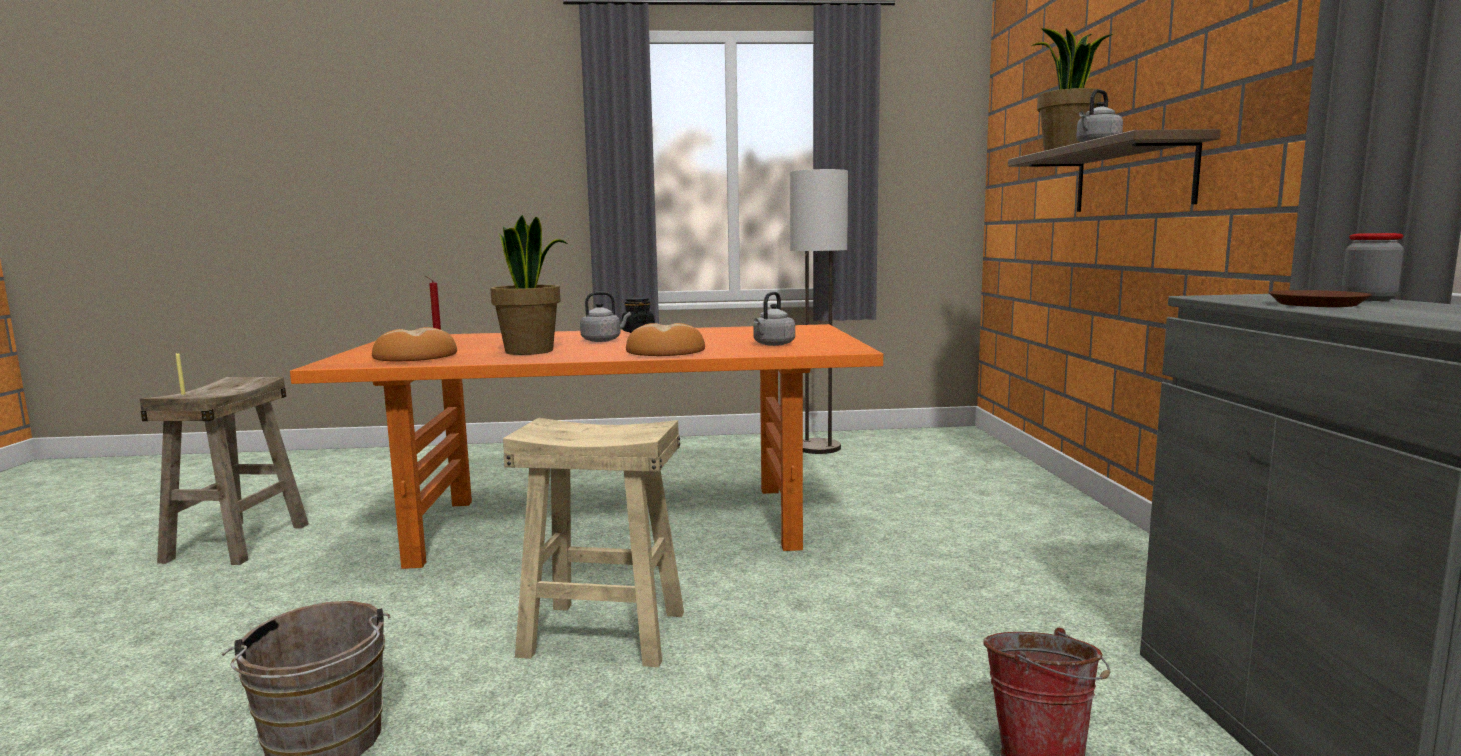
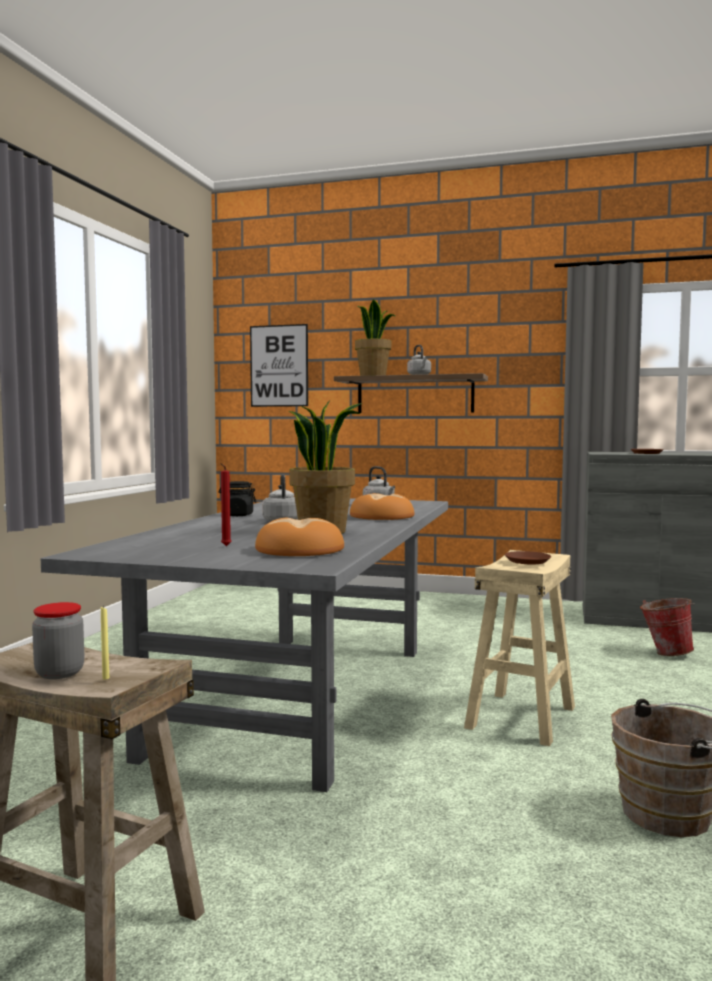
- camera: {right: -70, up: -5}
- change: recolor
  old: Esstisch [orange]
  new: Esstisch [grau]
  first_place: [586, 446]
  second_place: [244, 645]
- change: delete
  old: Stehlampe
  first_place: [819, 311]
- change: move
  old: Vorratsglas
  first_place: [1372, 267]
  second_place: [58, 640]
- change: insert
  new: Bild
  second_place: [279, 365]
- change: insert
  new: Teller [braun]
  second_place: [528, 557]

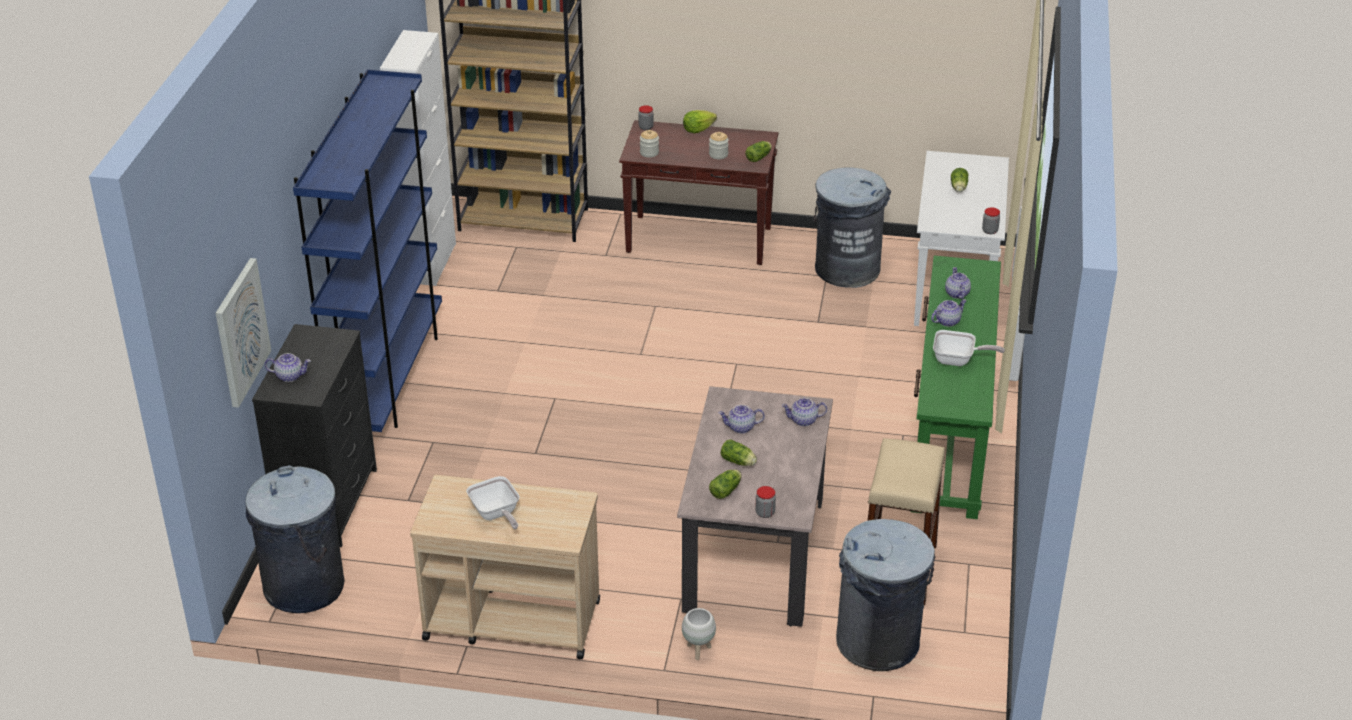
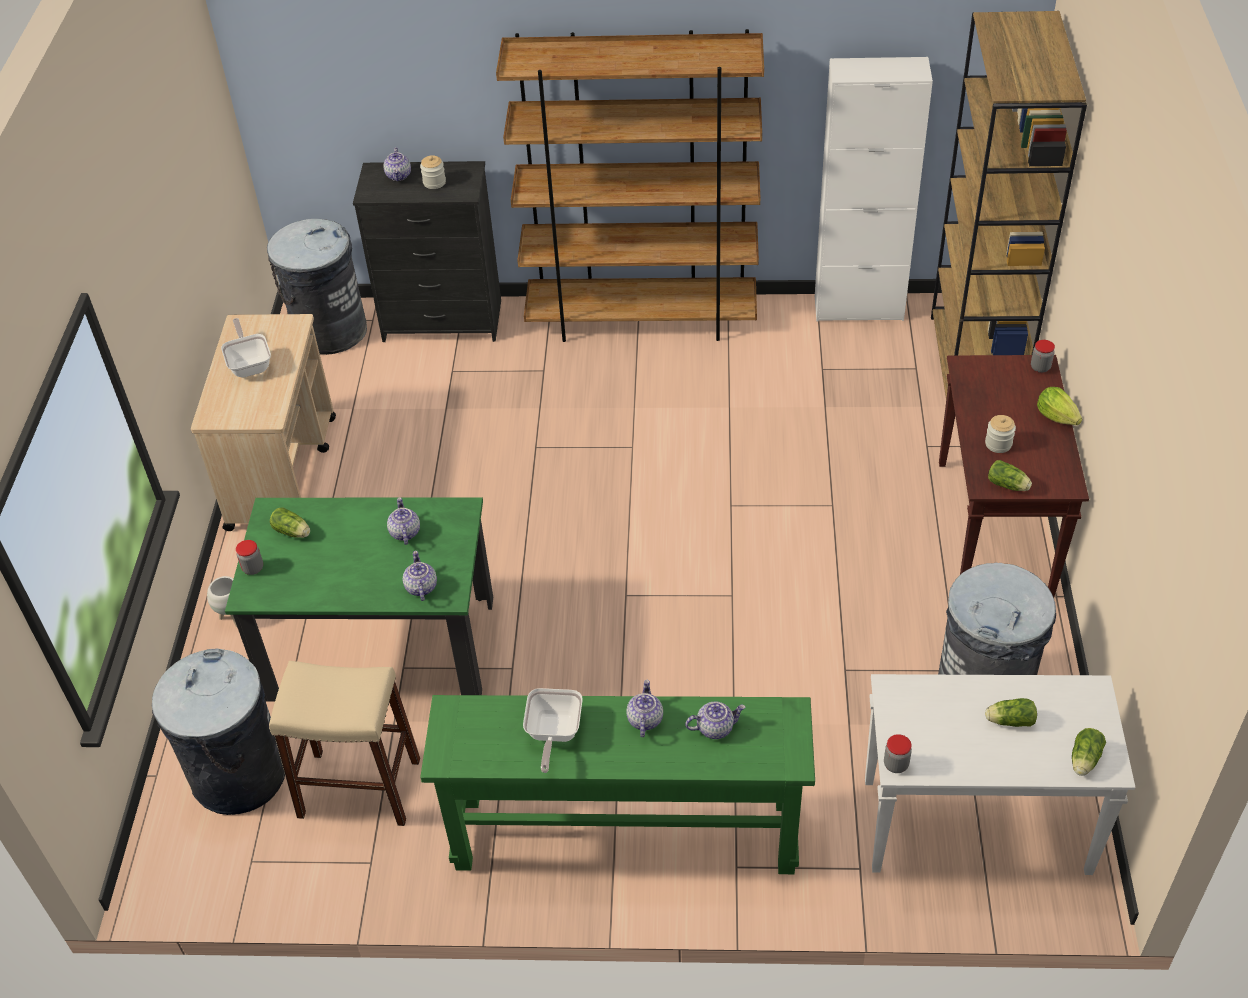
- camera: {right: 85, up: 10}
- change: delete
  old: Bild
  first_place: [243, 333]
- change: recolor
  old: Bücherregal [blau]
  new: Bücherregal [braun]
  first_place: [367, 250]
  second_place: [630, 185]
- change: rotate
  old: Pfanne
  first_place: [493, 502]
  second_place: [246, 347]
  degrees: 105
- change: move
  old: Vorratsglas
  first_place: [649, 144]
  second_place: [433, 172]
- change: recolor
  old: Esstisch [beige]
  new: Esstisch [grün]
  first_place: [755, 506]
  second_place: [359, 599]
- change: move
  old: Salatkopf
  first_place: [739, 452]
  second_place: [1089, 752]
- change: rotate
  old: Teekanne
  first_place: [949, 313]
  second_place: [644, 708]
  degrees: -135

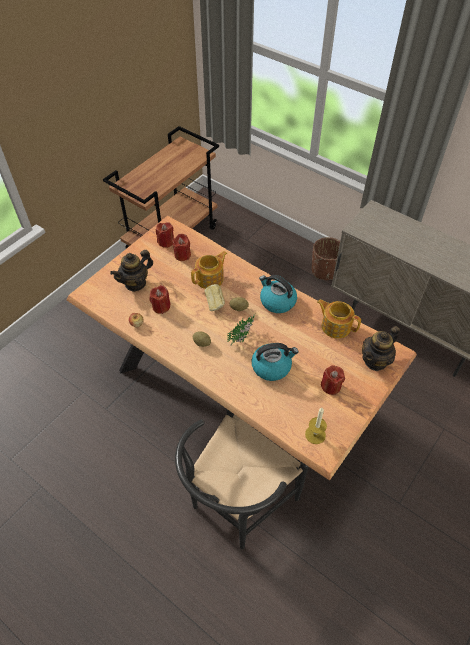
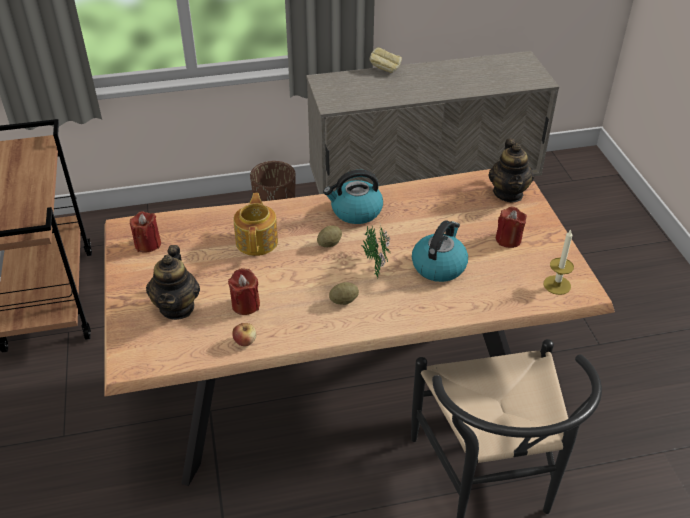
- camera: {right: -50, up: -10}
- change: delete
  old: Kerze [rot]
  first_place: [181, 247]
- change: move
  old: Brot
  first_place: [214, 297]
  second_place: [386, 60]
- change: delete
  old: Teekanne
  first_place: [339, 318]

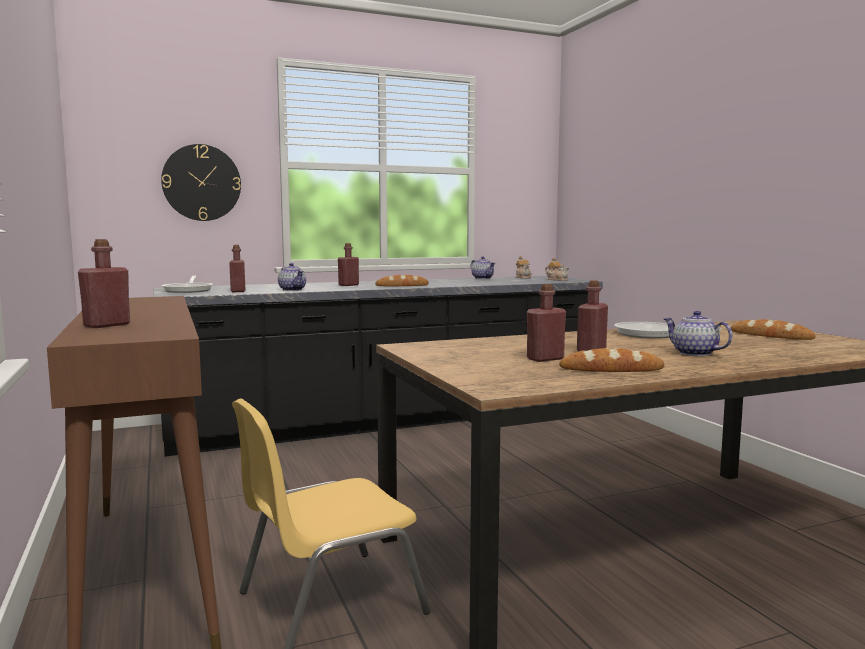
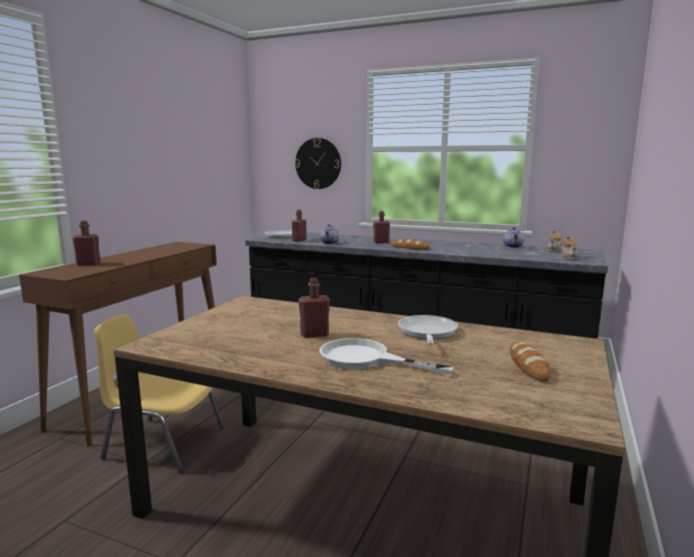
- camera: {right: 45, up: 5}
- change: delete
  old: Flasche [rot]
  first_place: [546, 323]
- change: delete
  old: Brot
  first_place: [611, 360]
- change: replace
  old: Teekanne
  new: Pfanne [weiß]
  first_place: [698, 333]
  second_place: [386, 356]

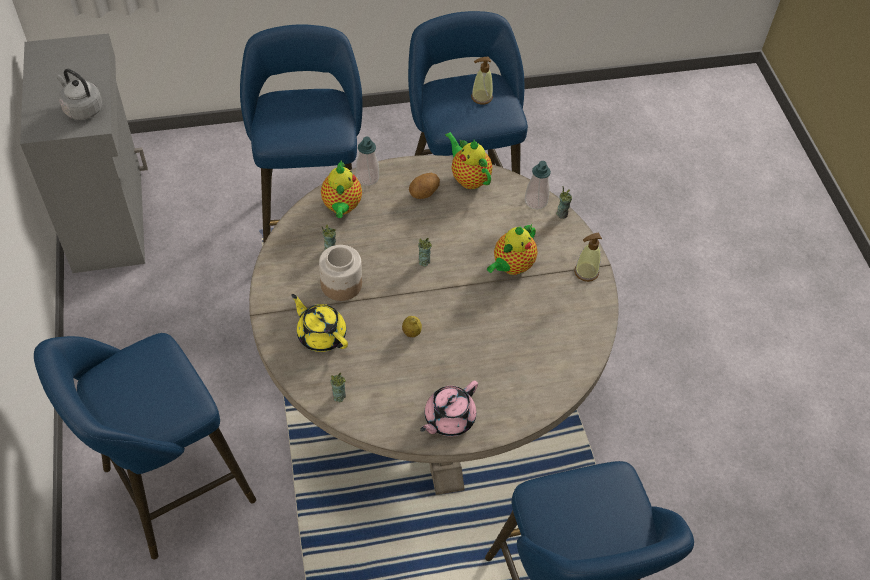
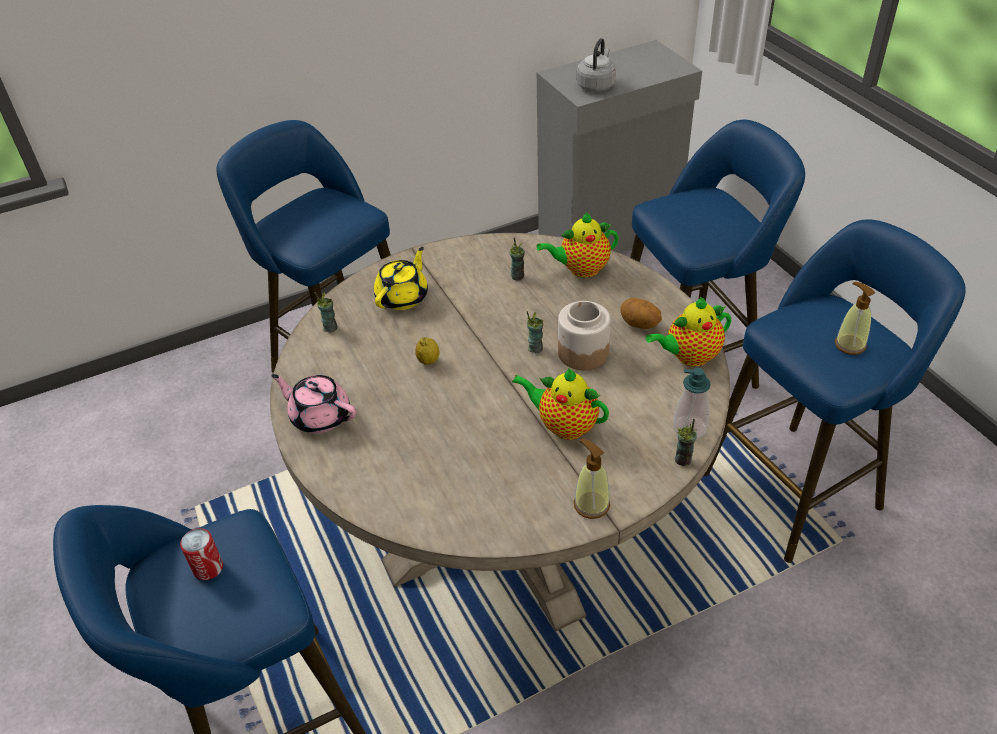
- camera: {right: 80, up: -10}
- change: move
  old: Vorratsglas
  first_place: [340, 273]
  second_place: [584, 335]
- change: delete
  old: Seifenspender
  first_place: [367, 161]
- change: rotate
  old: Teekanne
  first_place: [468, 160]
  second_place: [688, 332]
  degrees: -150
- change: insert
  new: Dose
  second_place: [201, 554]

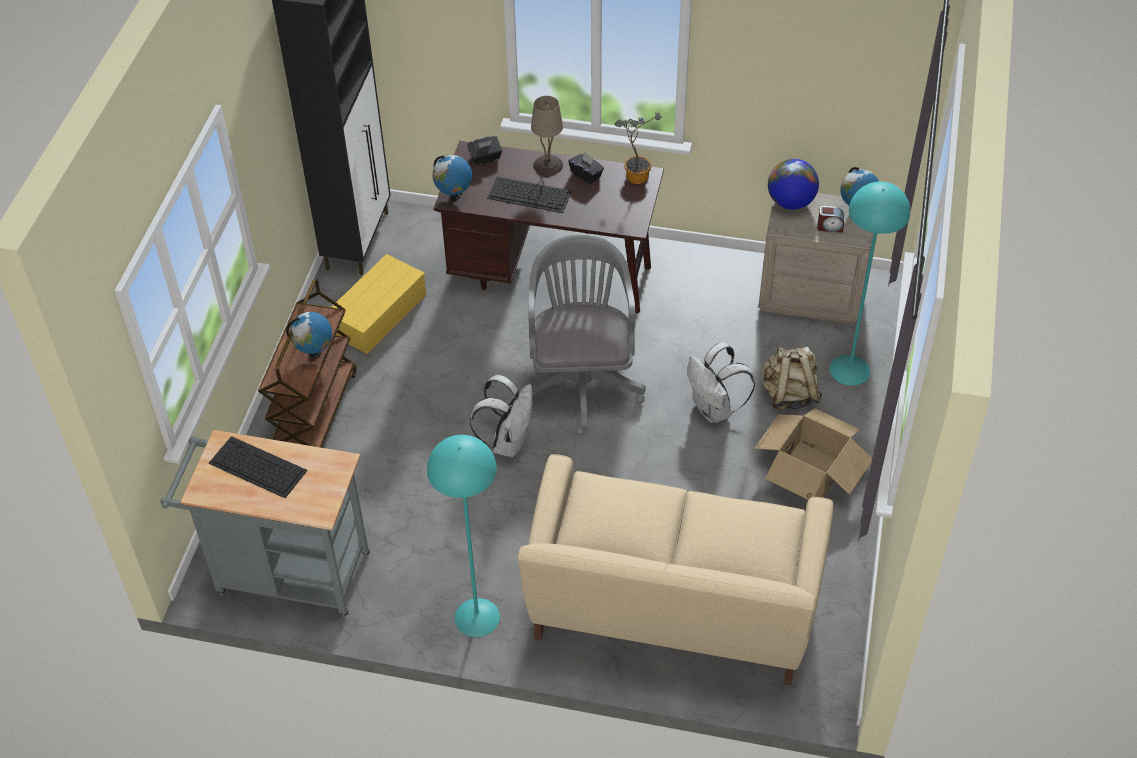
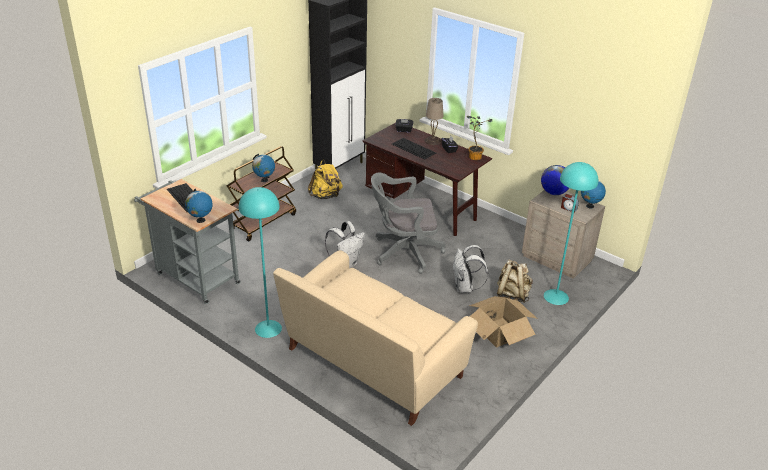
- camera: {right: 25, up: -15}
- change: replace
  old: Aufbewahrungsbox [gelb]
  new: Rucksack [gelb]
  first_place: [378, 304]
  second_place: [325, 179]
- change: move
  old: Globus
  first_place: [452, 178]
  second_place: [199, 206]
- change: rotate
  old: Bürostuhl [grau]
  first_place: [583, 334]
  second_place: [408, 223]
  degrees: -120

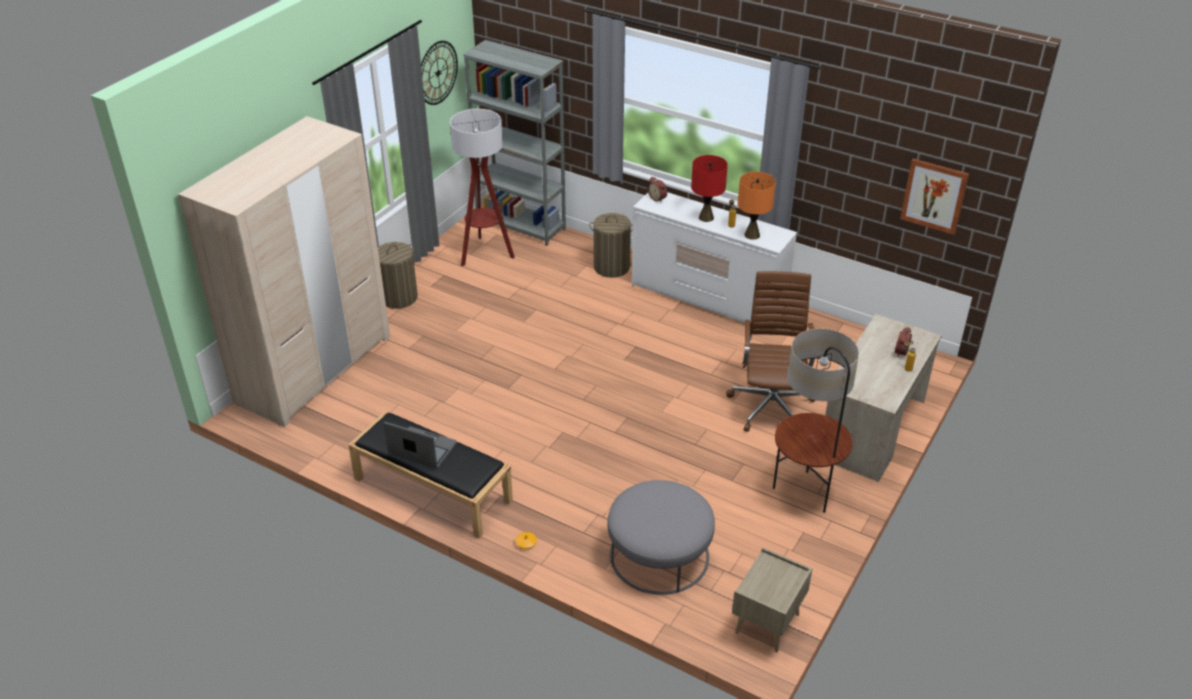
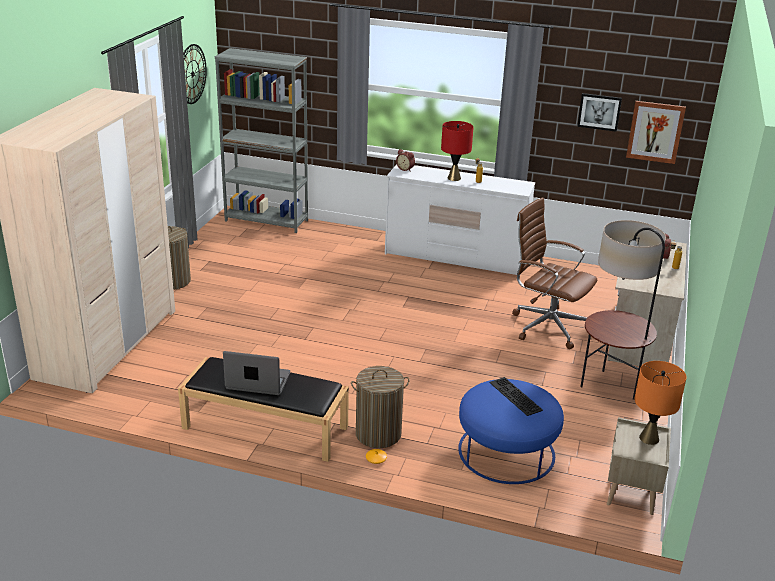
- camera: {right: -15, up: -10}
- change: delete
  old: Stehlampe
  first_place: [482, 187]
- change: move
  old: Wäschekorb
  first_place: [611, 245]
  second_place: [380, 407]
- change: recolor
  old: Polsterhocker [grau]
  new: Polsterhocker [blau]
  first_place: [661, 537]
  second_place: [511, 431]
- change: rotate
  old: Bürostuhl [braun]
  first_place: [770, 351]
  second_place: [554, 273]
  degrees: -45
- change: move
  old: Tischlampe [orange]
  first_place: [757, 206]
  second_place: [660, 403]
- change: insert
  new: Tastatur
  second_place: [516, 396]
- change: insert
  new: Bild
  second_place: [599, 112]

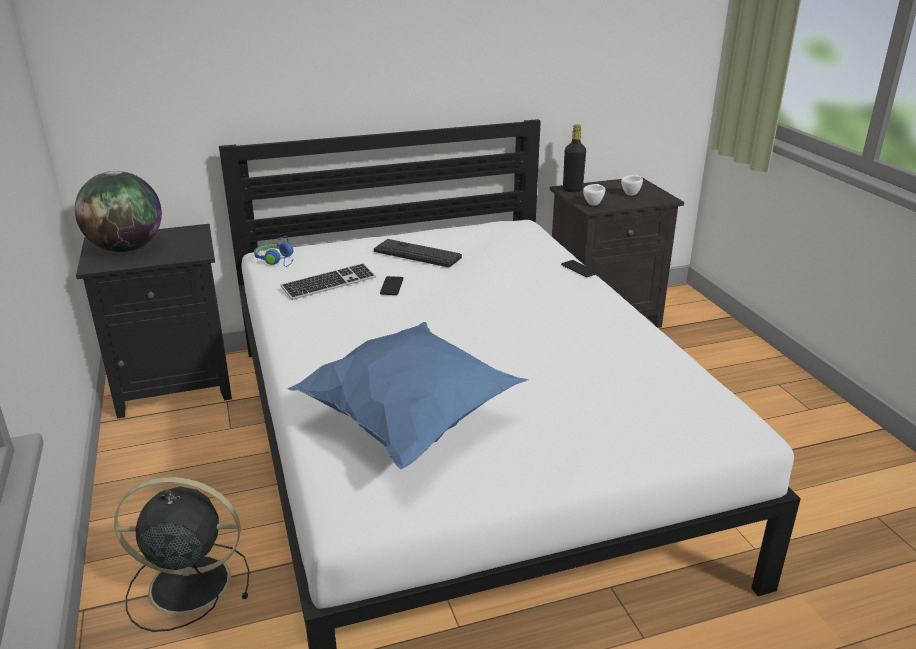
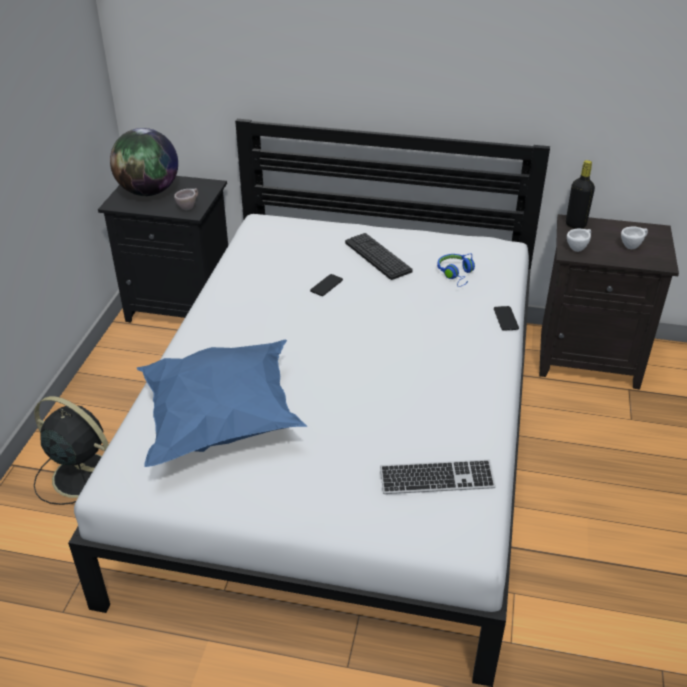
- camera: {right: 30, up: 10}
- change: move
  old: Kopfhörer [blau]
  first_place: [273, 251]
  second_place: [456, 270]
- change: move
  old: Tastatur
  first_place: [328, 281]
  second_place: [438, 476]
- change: insert
  new: Tasse [beige]
  second_place: [186, 199]

